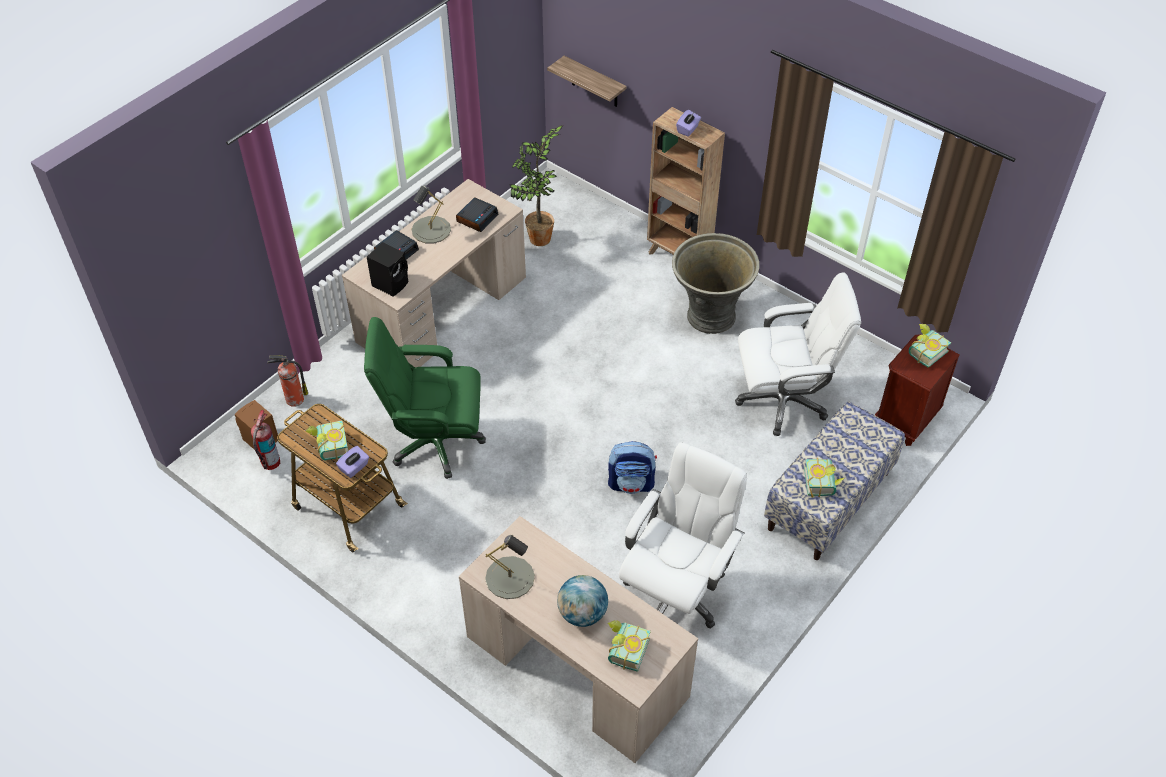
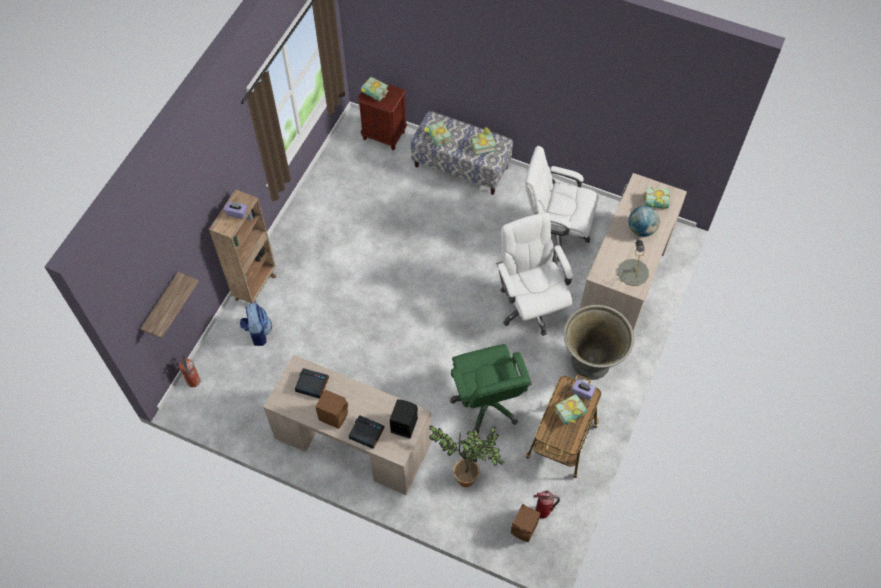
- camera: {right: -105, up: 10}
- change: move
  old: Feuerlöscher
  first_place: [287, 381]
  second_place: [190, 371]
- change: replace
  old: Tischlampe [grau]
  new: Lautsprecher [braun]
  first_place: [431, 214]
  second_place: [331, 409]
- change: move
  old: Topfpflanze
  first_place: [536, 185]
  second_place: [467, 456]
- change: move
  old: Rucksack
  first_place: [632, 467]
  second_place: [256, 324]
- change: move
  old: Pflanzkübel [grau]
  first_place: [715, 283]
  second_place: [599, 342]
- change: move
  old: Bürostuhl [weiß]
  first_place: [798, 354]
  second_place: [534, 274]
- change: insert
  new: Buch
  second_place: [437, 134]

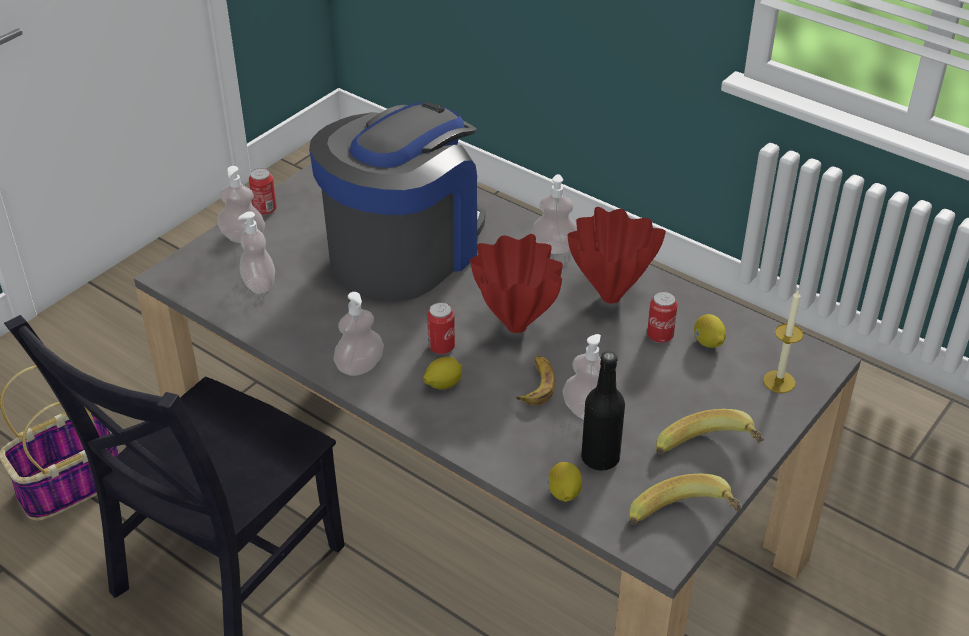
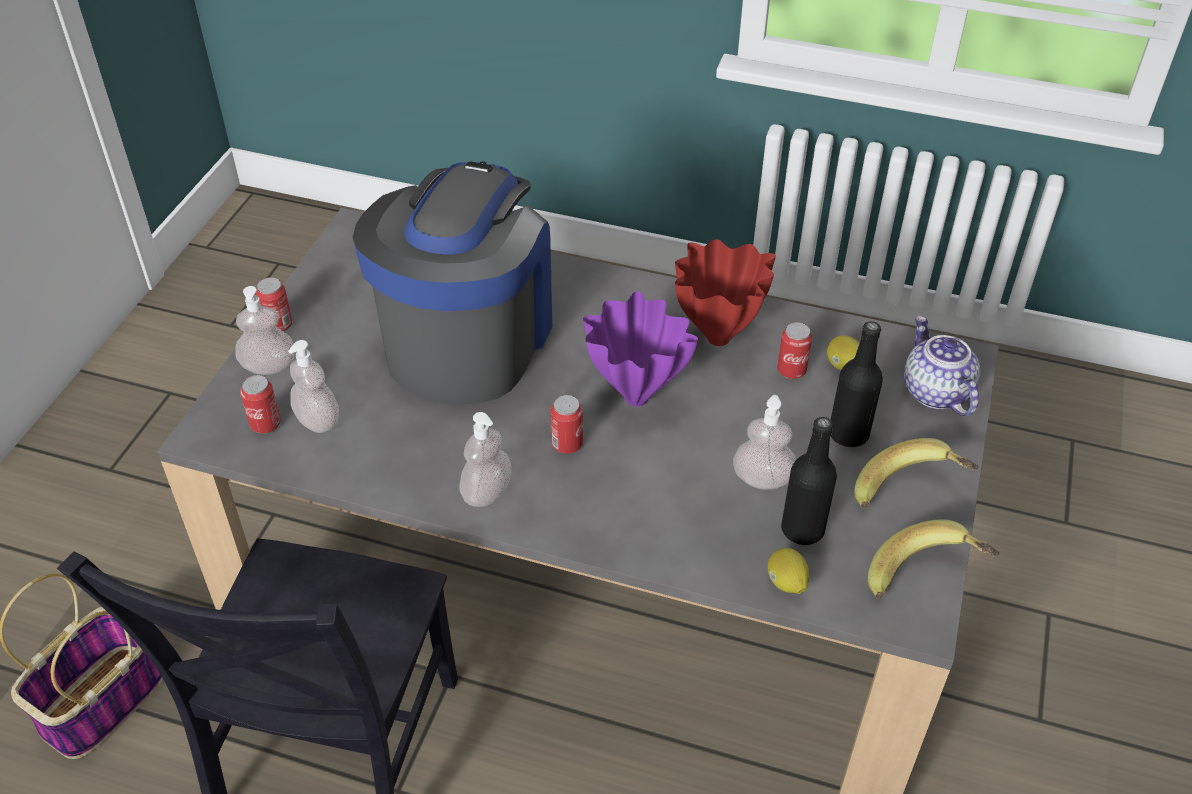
- camera: {right: -20, up: 5}
- change: delete
  old: Zitrone
  first_place: [442, 373]
- change: recolor
  old: Vase [rot]
  new: Vase [lila]
  first_place: [516, 283]
  second_place: [640, 349]
- change: delete
  old: Banane
  first_place: [535, 381]
- change: delete
  old: Seifenspender
  first_place: [554, 214]
- change: replace
  old: Kerze
  new: Teekanne
  first_place: [783, 341]
  second_place: [942, 366]
- change: insert
  new: Dose
  second_place: [260, 404]
- change: insert
  new: Flasche [schwarz]
  second_place: [856, 384]

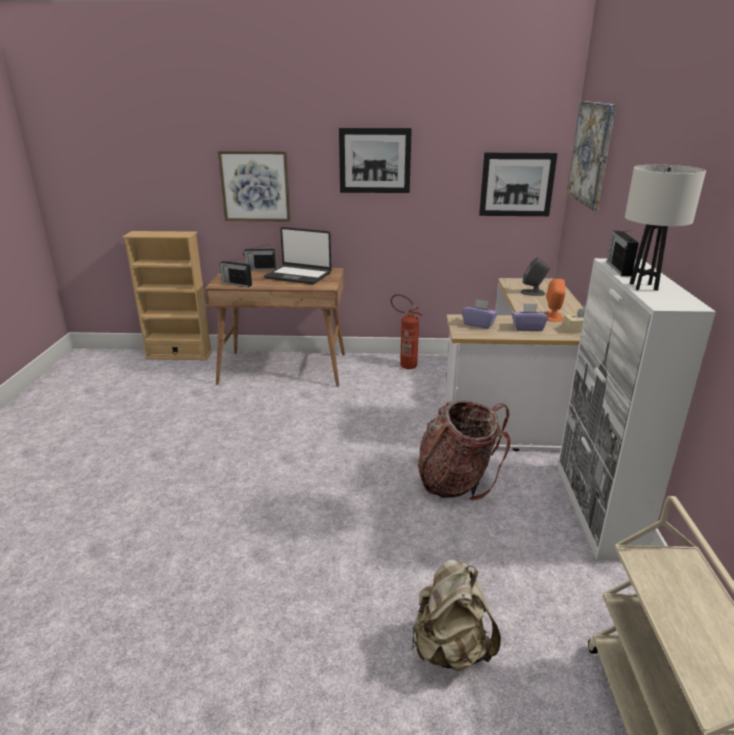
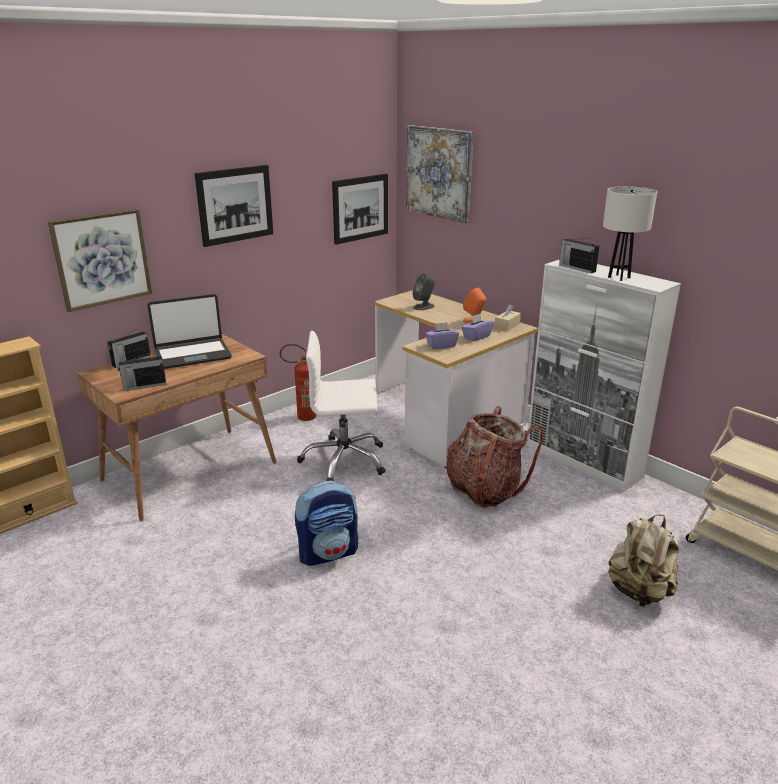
- camera: {right: -45, up: 0}
- change: insert
  new: Rucksack
  second_place: [326, 523]
- change: insert
  new: Bürostuhl [weiß]
  second_place: [341, 406]

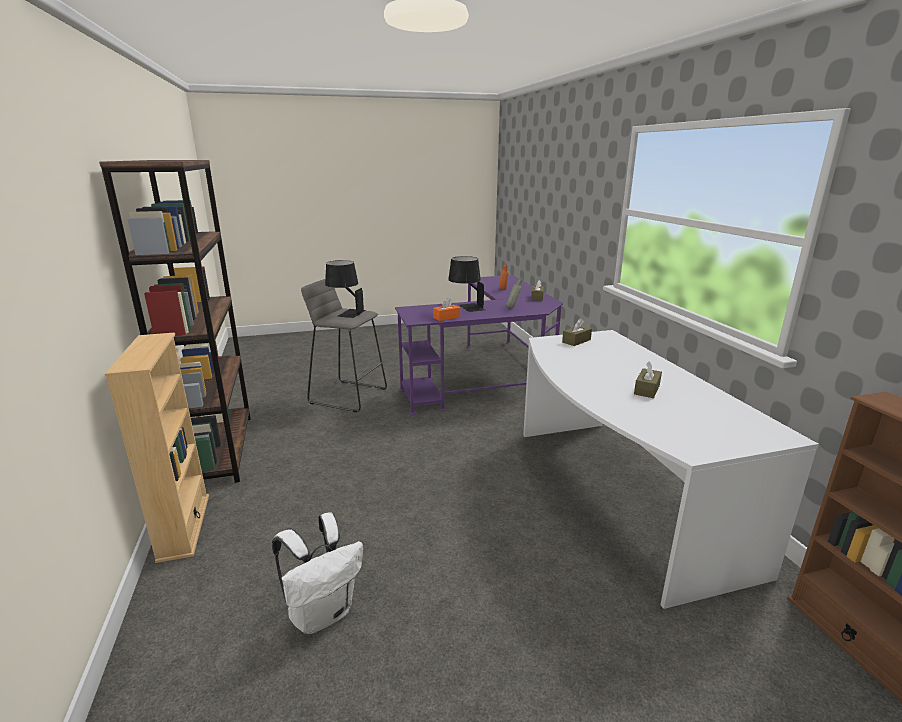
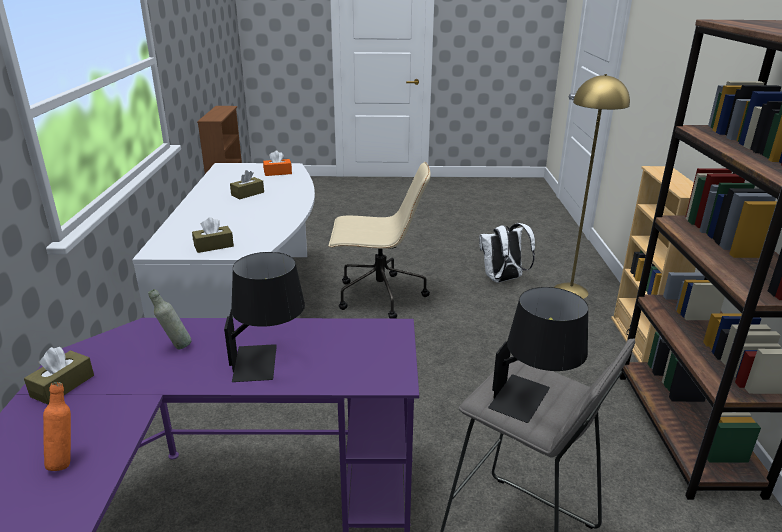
- camera: {right: -165, up: 5}
- change: move
  old: Taschentuchbox [orange]
  first_place: [446, 309]
  second_place: [277, 163]
- change: insert
  new: Bürostuhl [beige]
  second_place: [380, 240]
- change: insert
  new: Stehlampe [gelb]
  second_place: [592, 186]

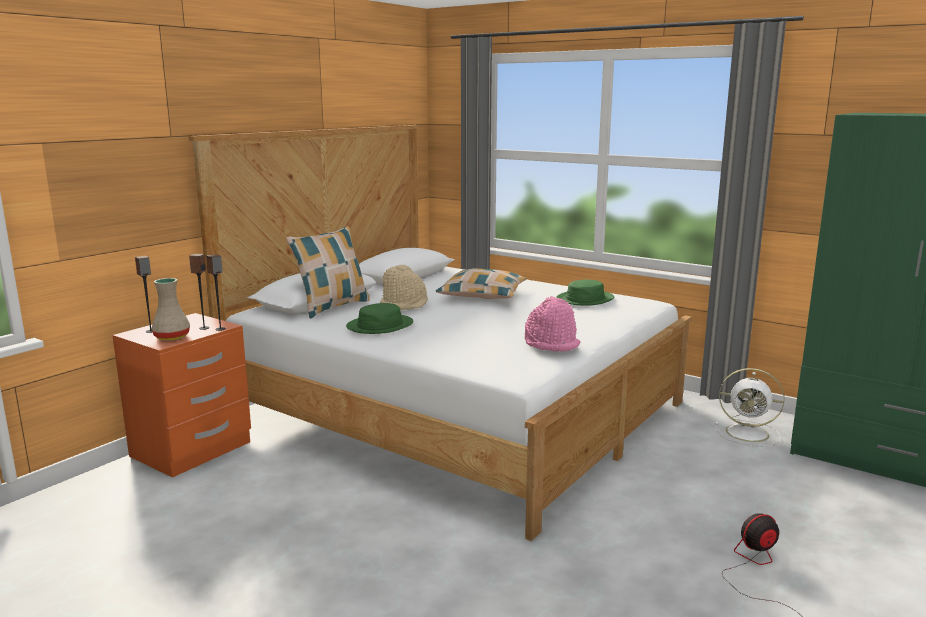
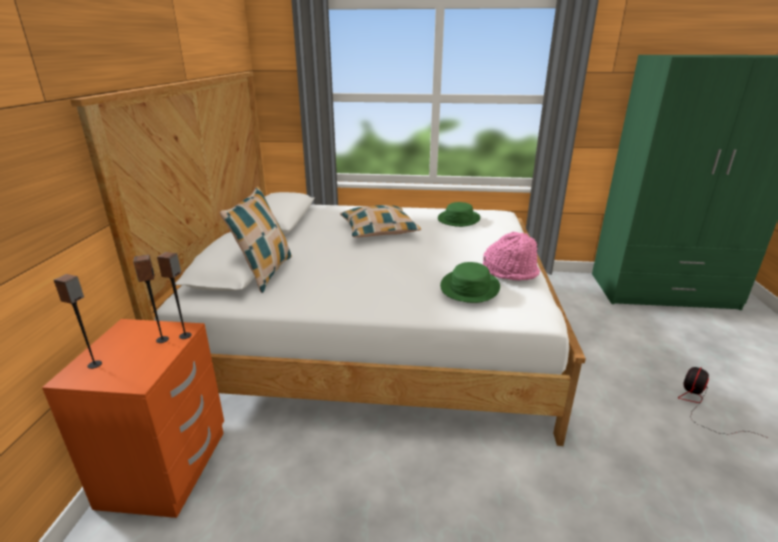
- camera: {right: -30, up: 10}
- change: delete
  old: Vase [beige]
  first_place: [170, 309]
- change: move
  old: Hut [grün]
  first_place: [379, 318]
  second_place: [470, 282]
- change: delete
  old: Hut [beige]
  first_place: [404, 287]
- change: delete
  old: Ventilator [weiß]
  first_place: [749, 407]

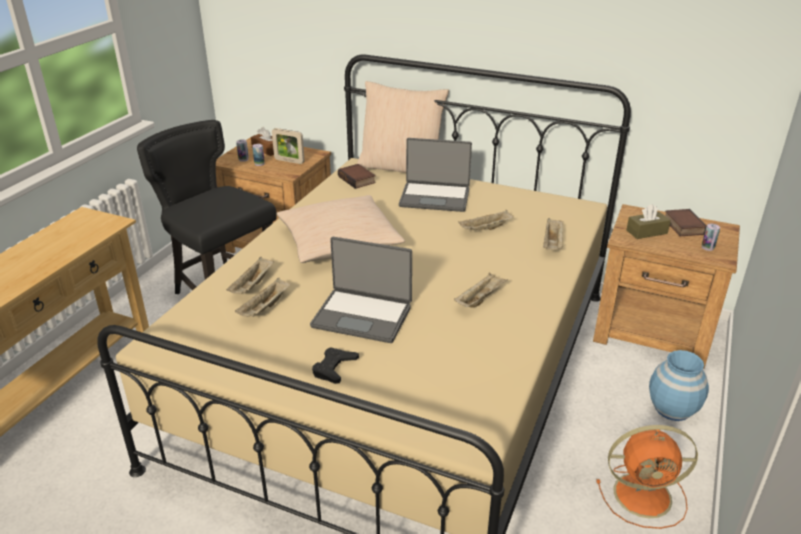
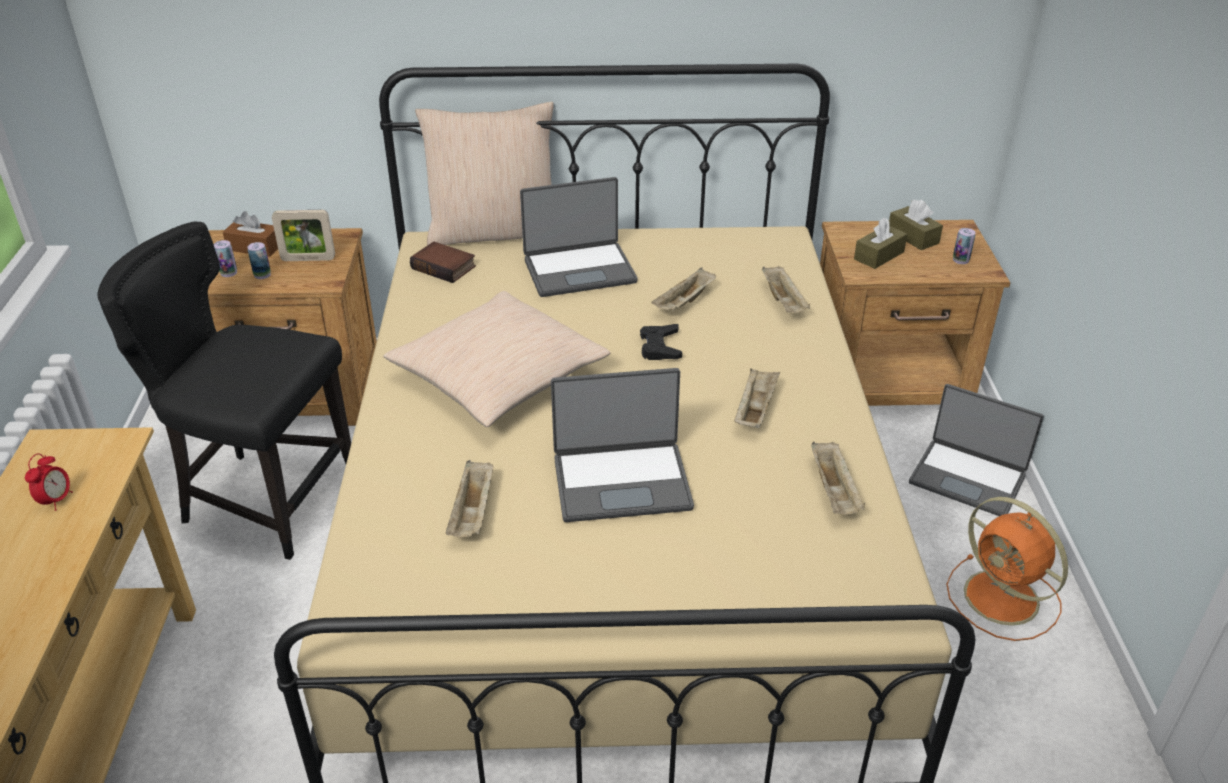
- camera: {right: -25, up: 5}
- change: move
  old: Tablett [beige]
  first_place: [250, 275]
  second_place: [838, 478]
- change: move
  old: Gamepad [schwarz]
  first_place: [335, 365]
  second_place: [661, 342]
- change: rotate
  old: Ventilator [orange]
  first_place: [647, 477]
  second_place: [1007, 569]
  degrees: 75
- change: replace
  old: Vase [blau]
  new: Laptop
  first_place: [679, 385]
  second_place: [976, 450]
- change: replace
  old: Buch
  new: Taschentuchbox [braun]
  first_place: [686, 222]
  second_place: [916, 225]
- change: insert
  new: Wecker
  second_place: [49, 482]

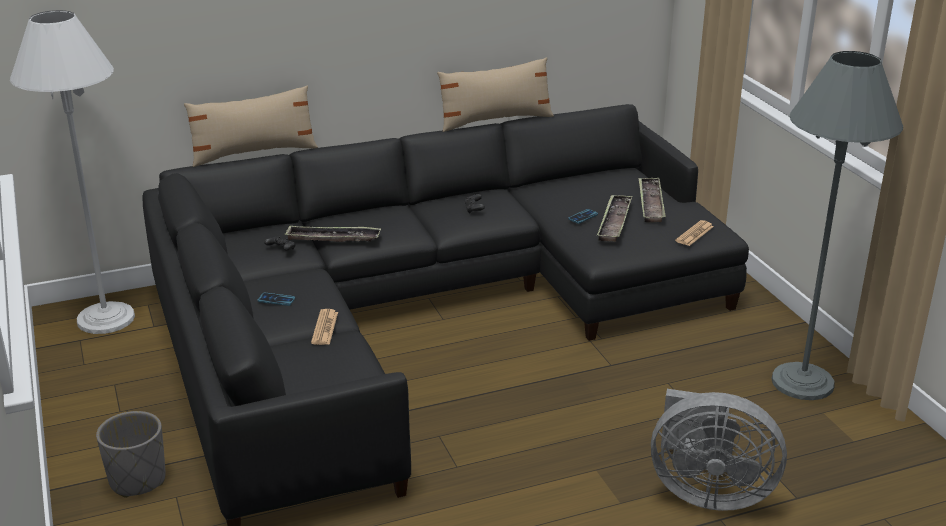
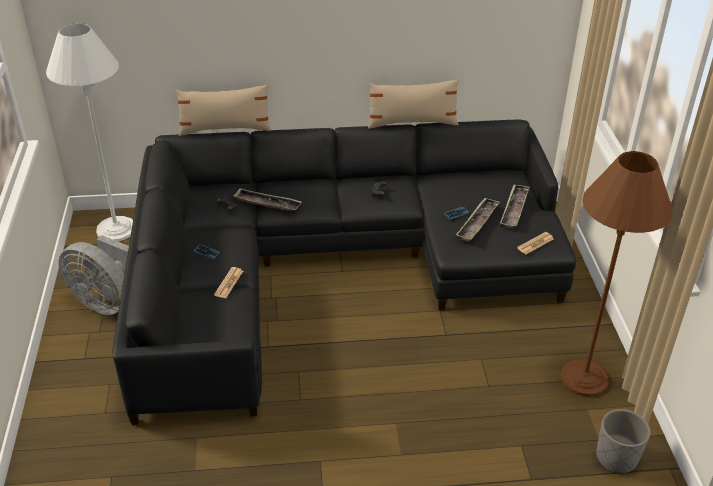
- camera: {right: 15, up: 10}
- change: move
  old: Pflanzkübel [grau]
  first_place: [131, 454]
  second_place: [623, 441]
- change: move
  old: Ventilator [grau]
  first_place: [719, 450]
  second_place: [94, 275]
- change: recolor
  old: Stehlampe [grau]
  new: Stehlampe [braun]
  first_place: [837, 225]
  second_place: [617, 274]

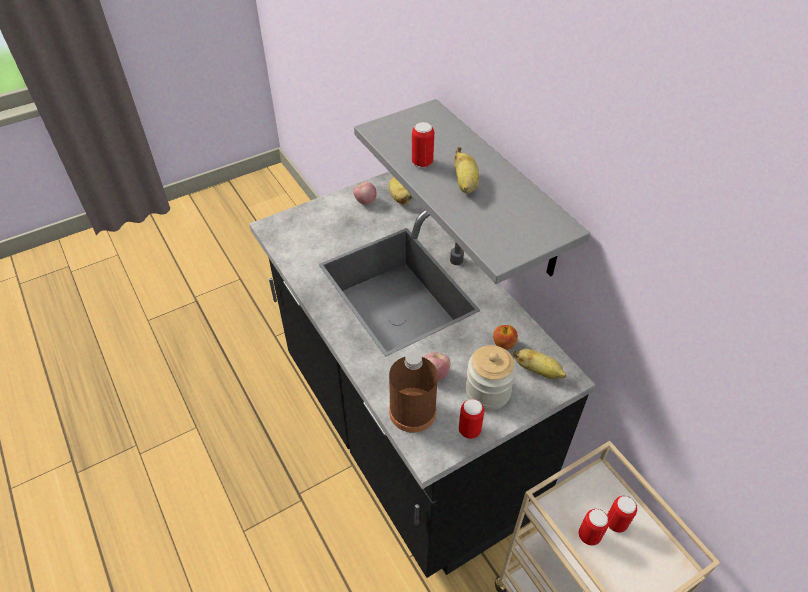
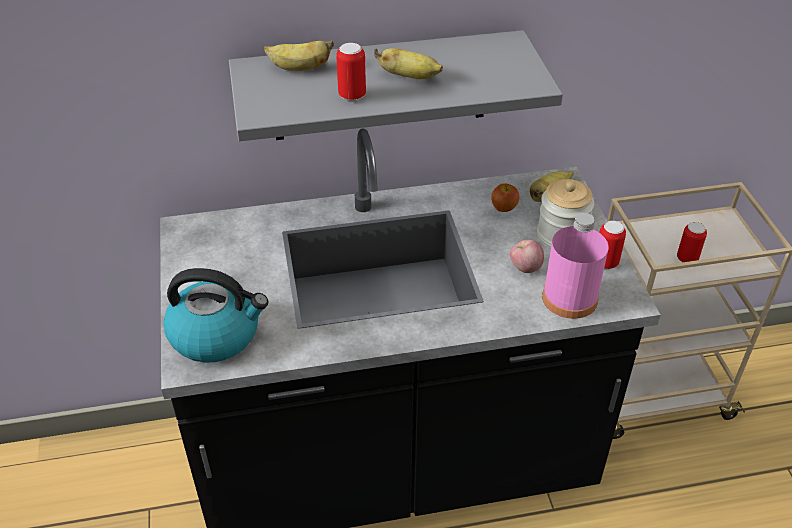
- camera: {right: -70, up: -5}
- change: delete
  old: Apfel
  first_place: [365, 193]
- change: move
  old: Banane
  first_place: [400, 190]
  second_place: [299, 55]
- change: recolor
  old: Flasche [braun]
  new: Flasche [rosa]
  first_place: [413, 392]
  second_place: [575, 266]
- change: delete
  old: Dose
  first_place: [622, 514]
- change: insert
  new: Wasserkessel
  second_place: [215, 315]

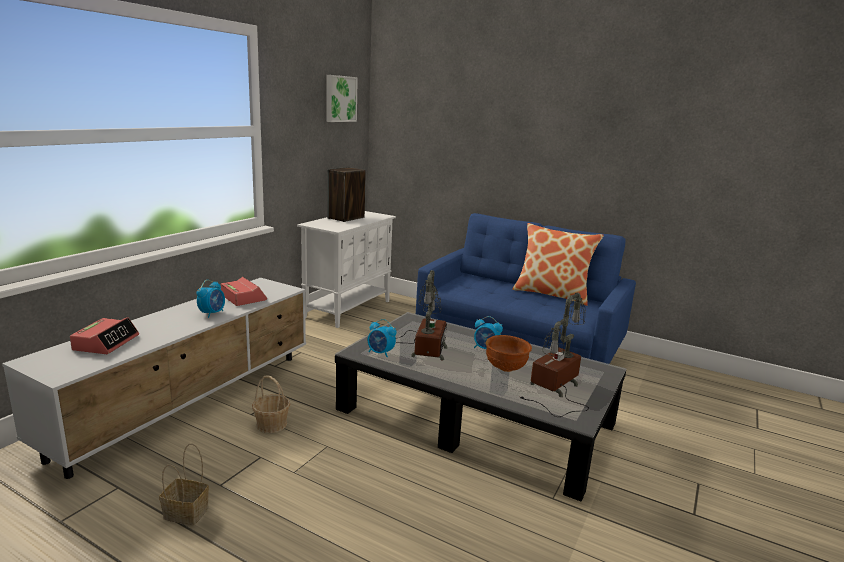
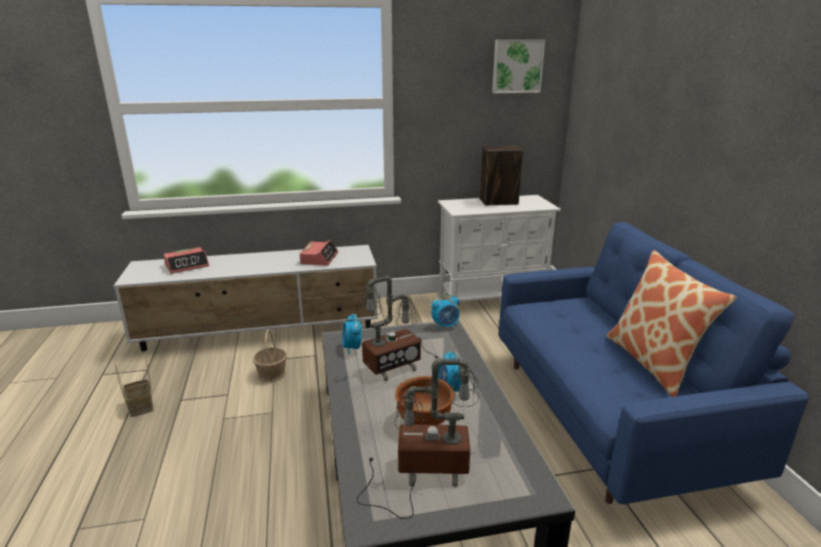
- camera: {right: 50, up: 5}
- change: move
  old: Wecker
  first_place: [211, 299]
  second_place: [445, 312]

